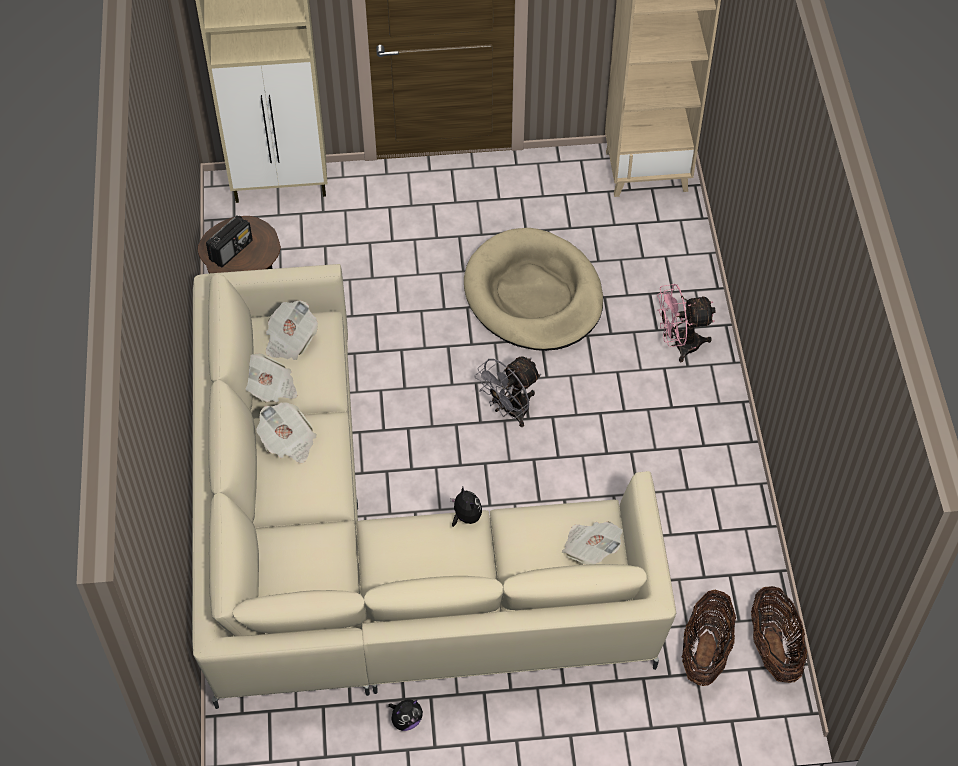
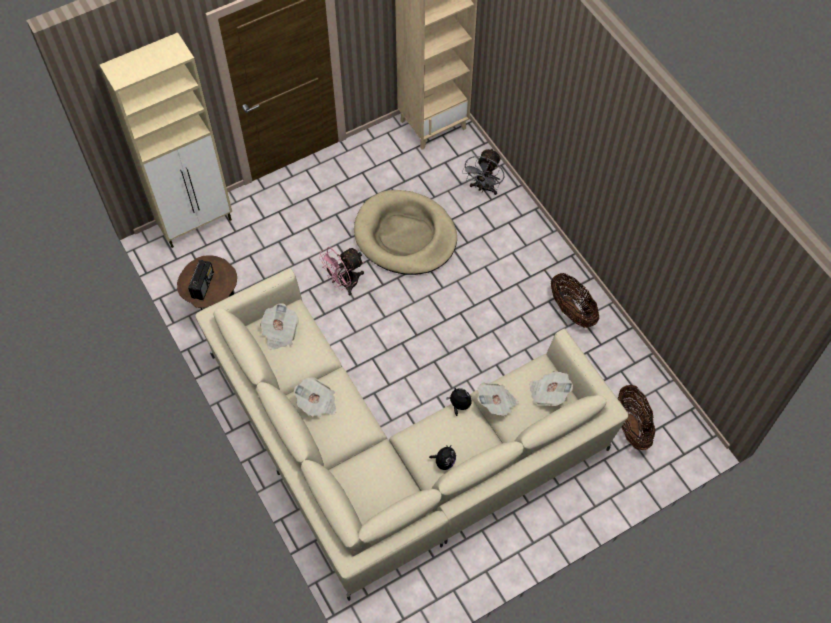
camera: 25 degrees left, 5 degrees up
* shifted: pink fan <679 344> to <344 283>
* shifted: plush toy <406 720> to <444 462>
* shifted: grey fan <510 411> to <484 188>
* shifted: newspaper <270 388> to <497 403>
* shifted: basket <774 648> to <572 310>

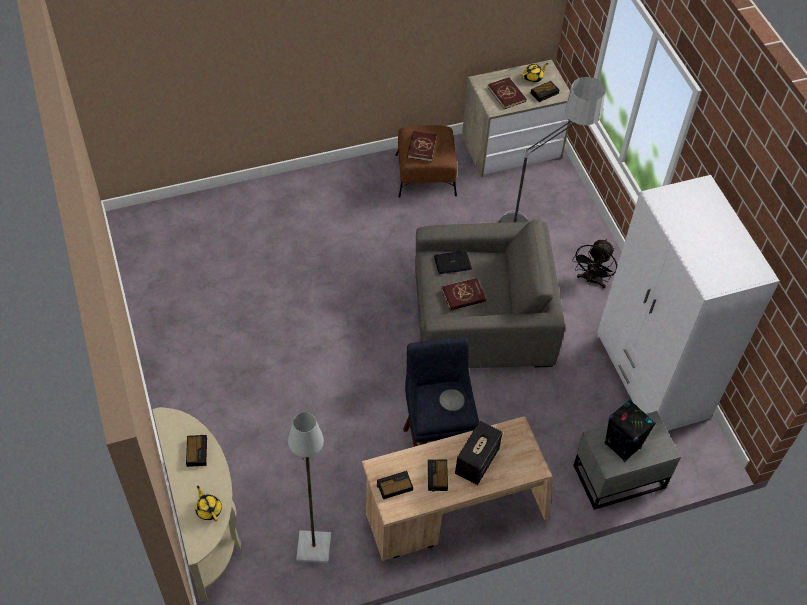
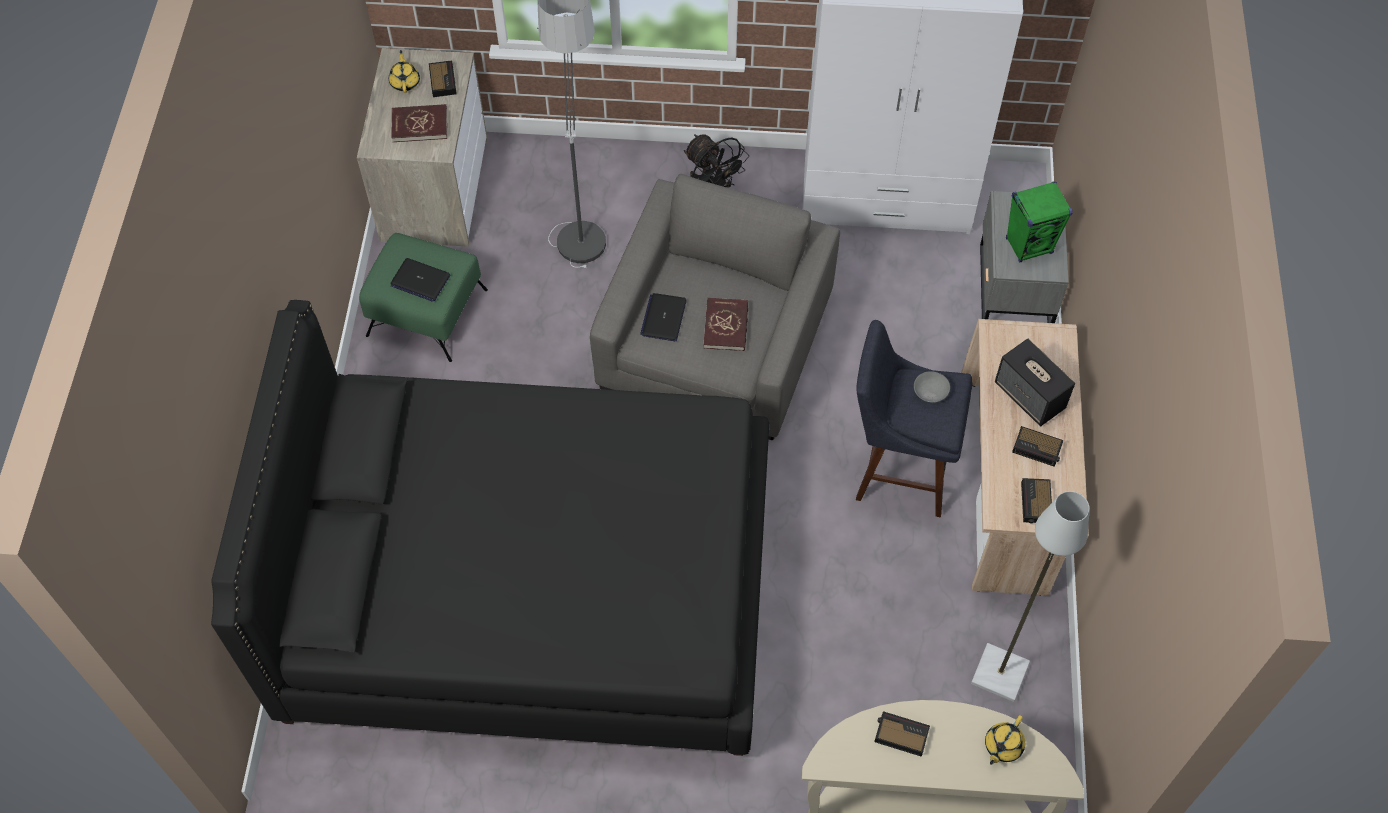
camera: 65 degrees left, 5 degrees up
* new: black bed <531 589>
* repainted: brown ottoman <425 175> to green ottoman <427 313>
* swapped: red book <421 147> to laptop <420 280>
* rotated: yellow teapot <208 509> = <1002 746> 45 degrees counterclockwise
* repainted: black speaker <622 446> to green speaker <1029 245>

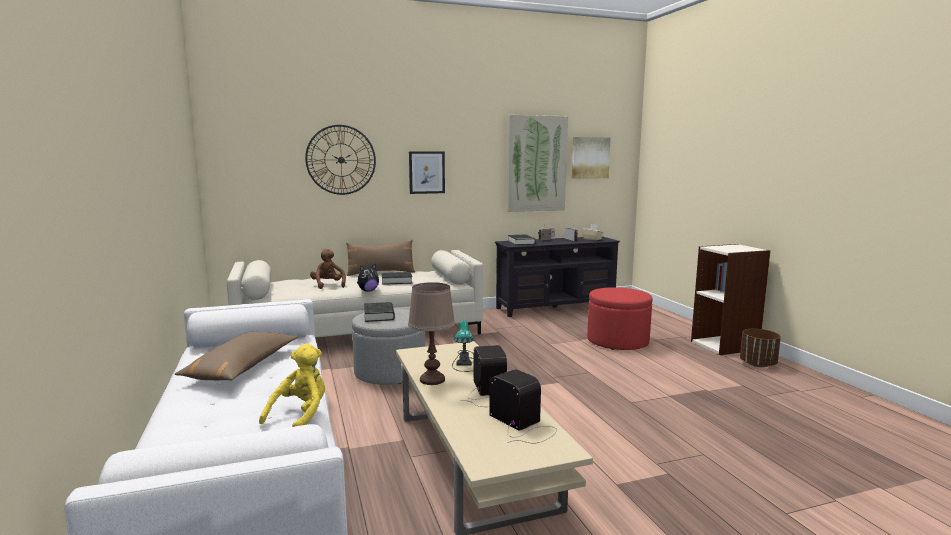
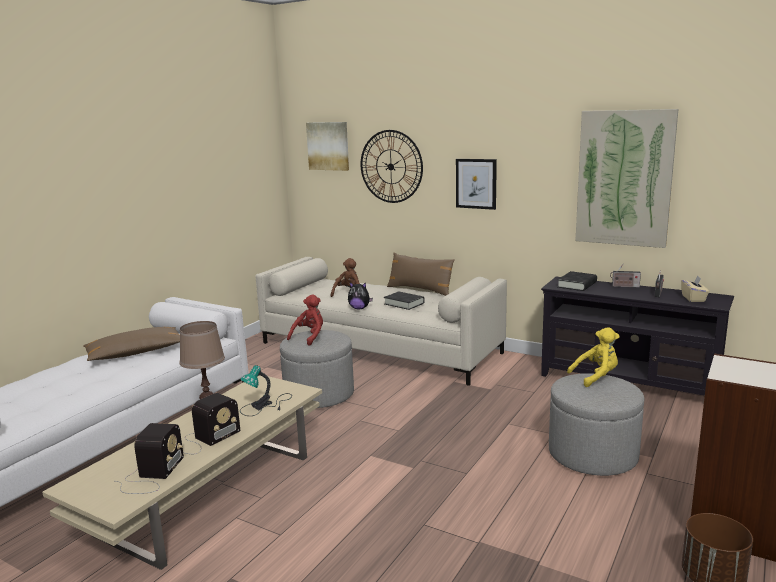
camera: 50 degrees right, 5 degrees up
* swapped: black book <379 315> to red plush toy <309 337>
* shifted: picture <590 157> to <328 146>
* repainted: red ottoman <617 341> to grey ottoman <592 454>
* shifted: yellow plush toy <300 416> to <596 377>

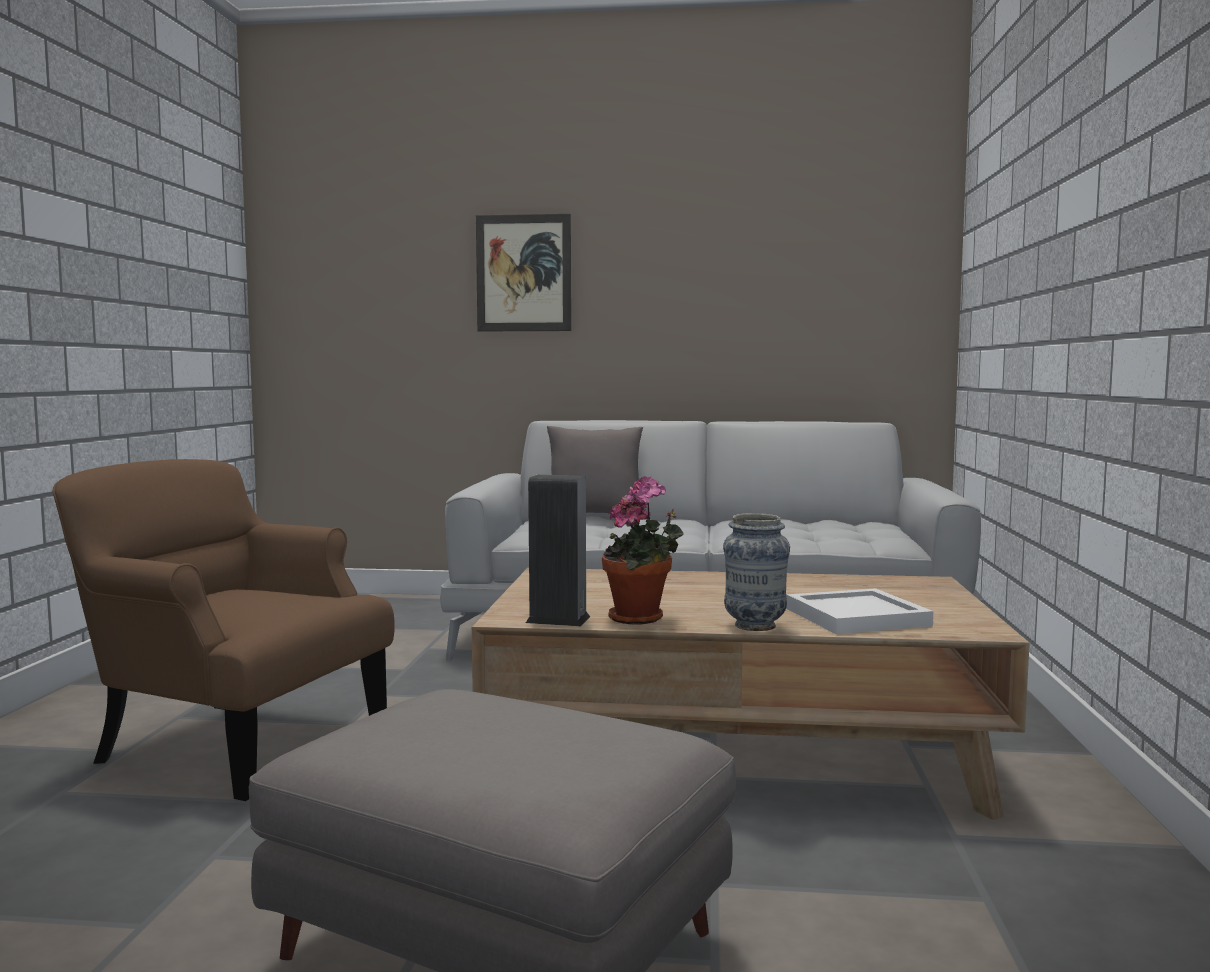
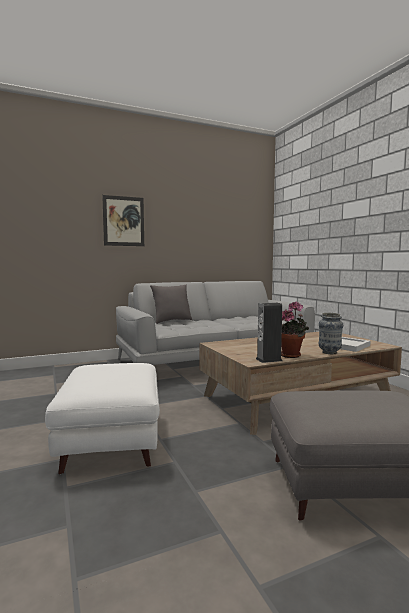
camera: 30 degrees left, 0 degrees up
* swapped: brown armchair <235 741> to white ottoman <110 440>

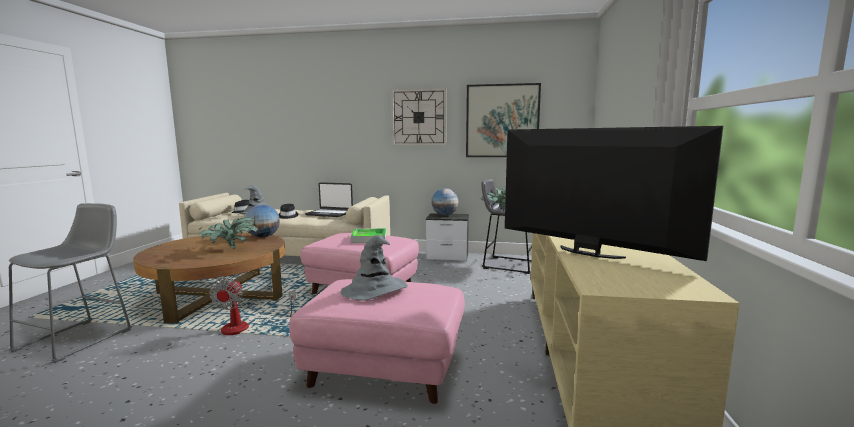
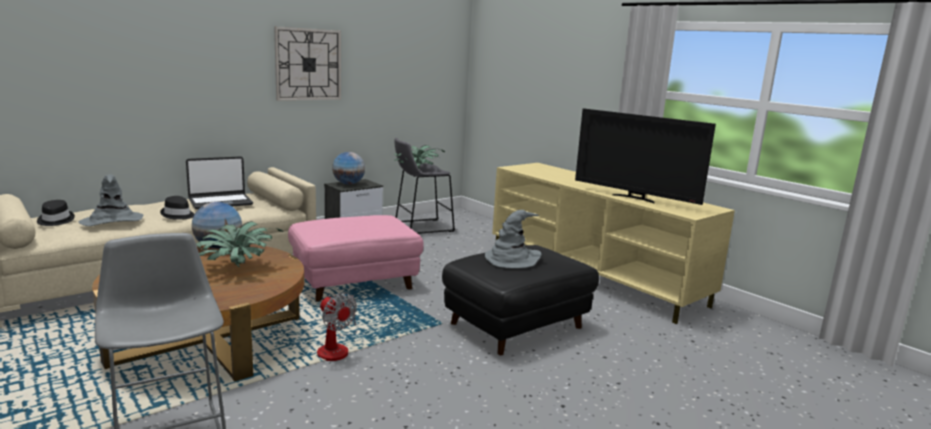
camera: 50 degrees left, 5 degrees up
* repainted: pink ottoman <383 369> to black ottoman <516 326>
* rotated: television <588 253> = <635 198> 135 degrees counterclockwise
* gone: tray <369 238>
* gone: picture <502 121>

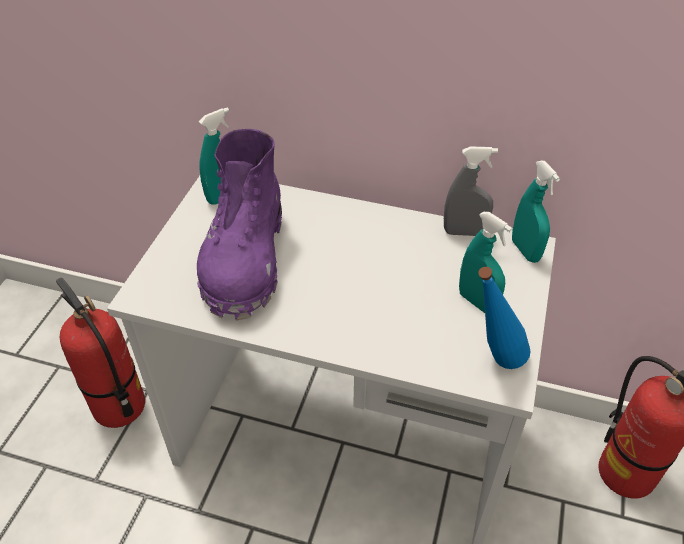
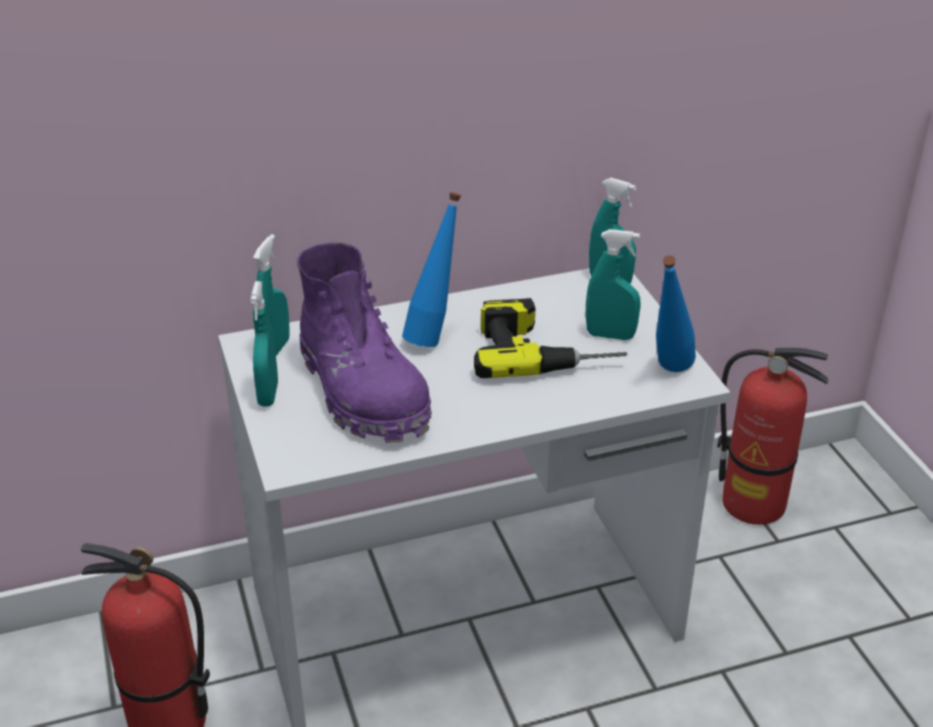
camera: 35 degrees left, 10 degrees down
* new: turquoise spray bottle <268 394>
* new: blue bottle <434 335>
* new: power drill <544 348>
* gone: grey spray bottle <464 232>

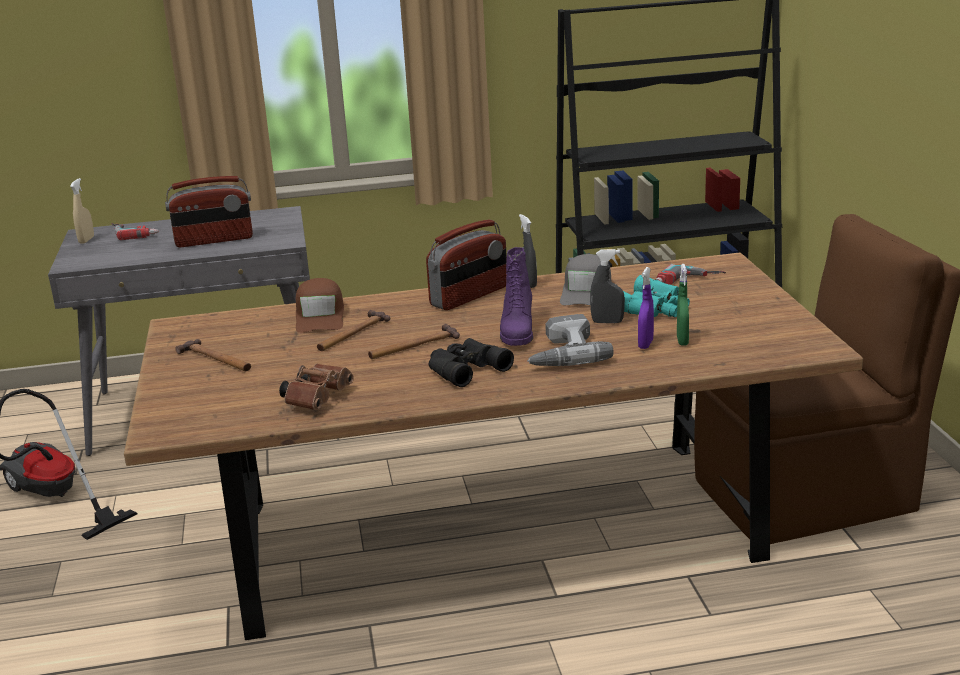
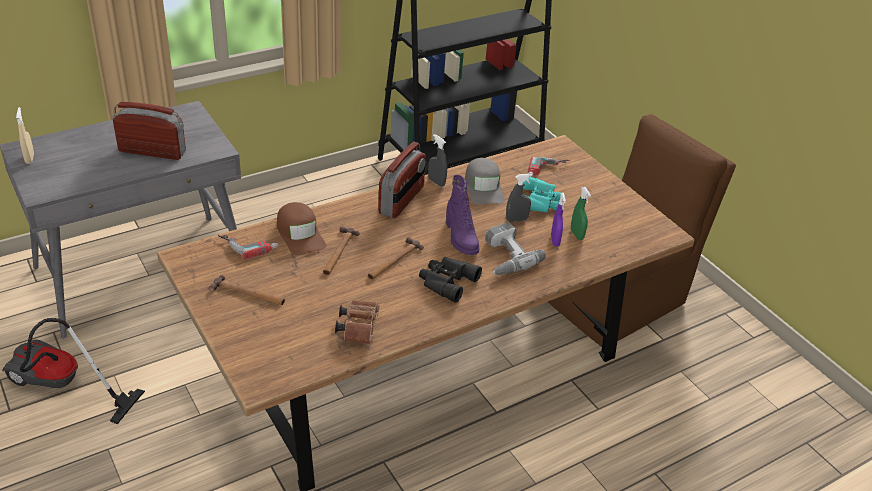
camera: 25 degrees left, 15 degrees up
* rotated: radio <214 240> = <152 151> 135 degrees counterclockwise
* shifted: power drill <135 232> to <249 244>

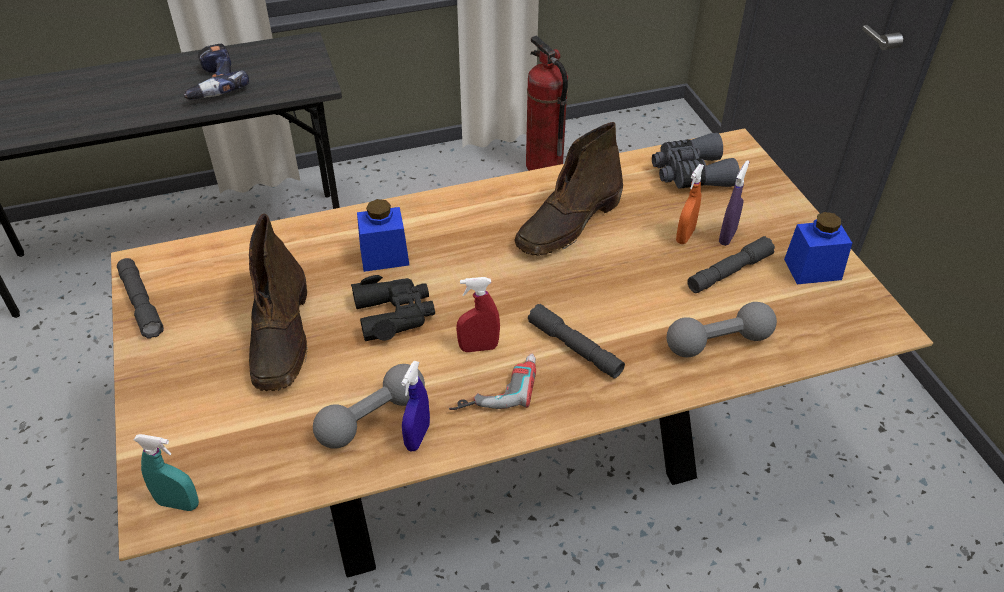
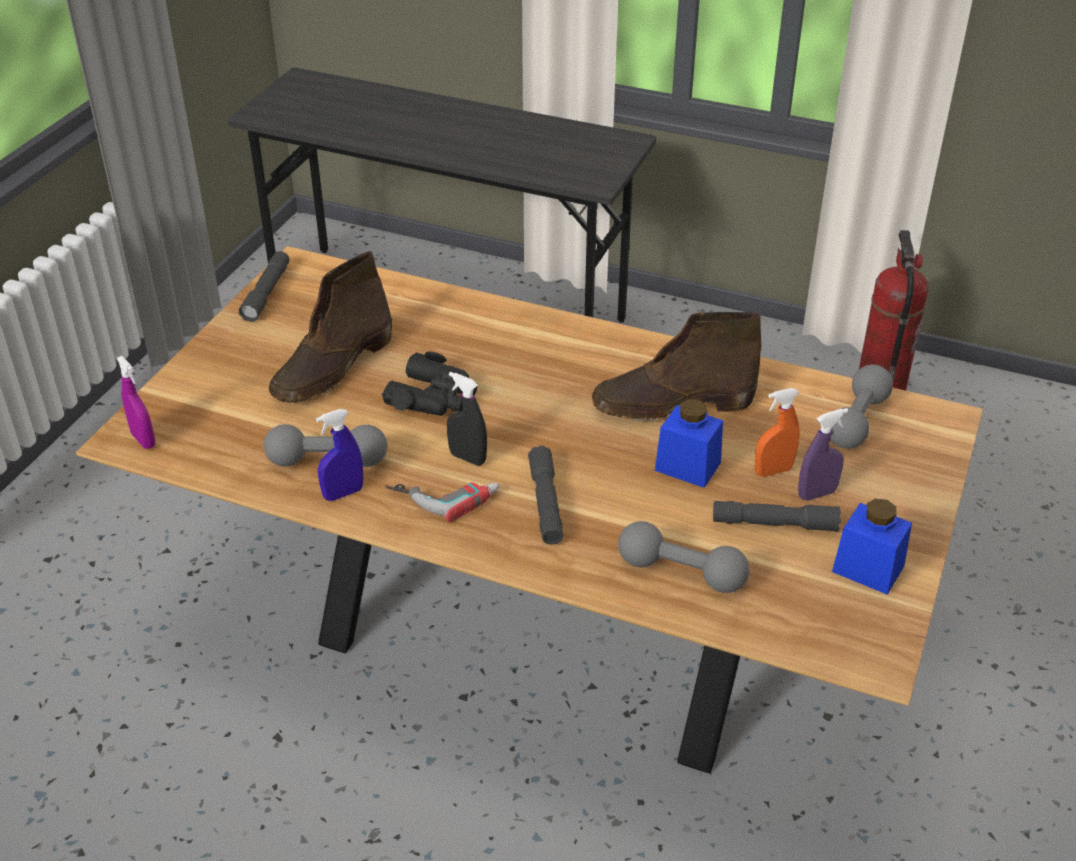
camera: 40 degrees right, 5 degrees down
* repainted: turquoise spray bottle <178 503> to purple spray bottle <143 440>
* repainted: red spray bottle <478 347> to black spray bottle <467 458>
* shifted: blue jar <384 256> to <687 466>
* swapped: grey binoculars <691 174> to grey dumbbell <857 421>
* gone: power drill <213 84>

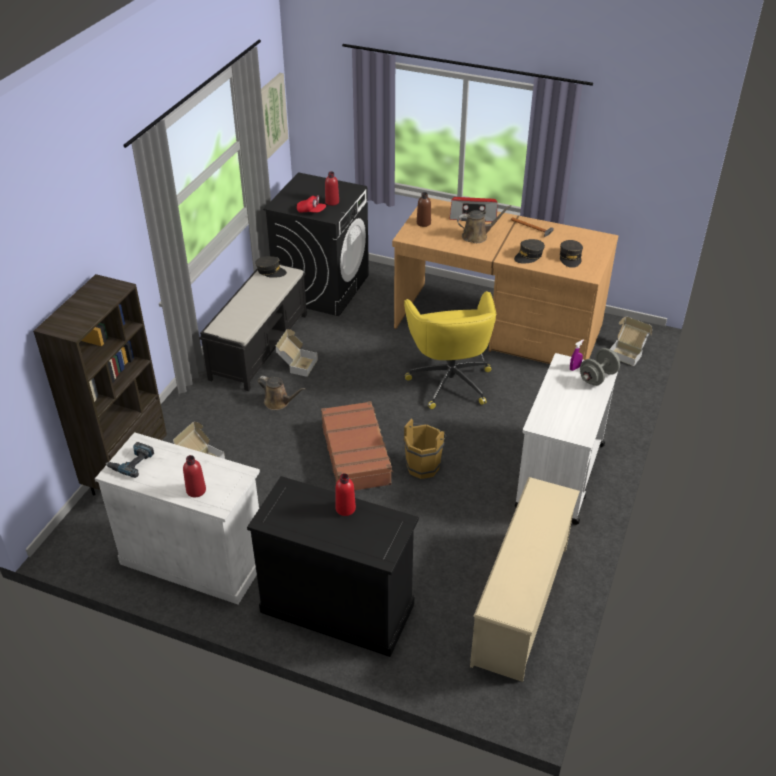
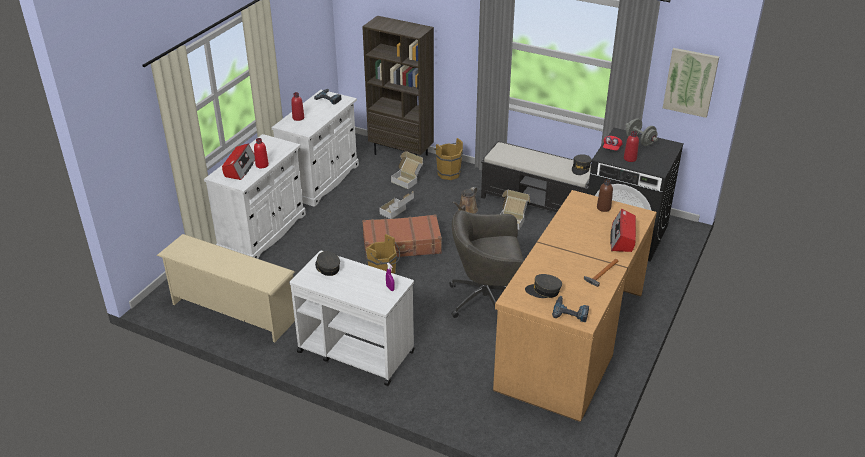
camera: 95 degrees right, 5 degrees down
* repainted: black cabinet <337 607> to white cabinet <263 232>
* new: radio <239 168>
* shifted: grey cap <529 256> to <327 267>
* shifted: cardboard box <627 352> to <397 214>
* new: brown bucket <447 173>
* repainted: yellow office chair <450 380> to grey office chair <488 300>
* new: power drill <570 312>
* shifted: grey dumbbell <598 377> to <640 141>
* gone: brown watering can <477 236>

